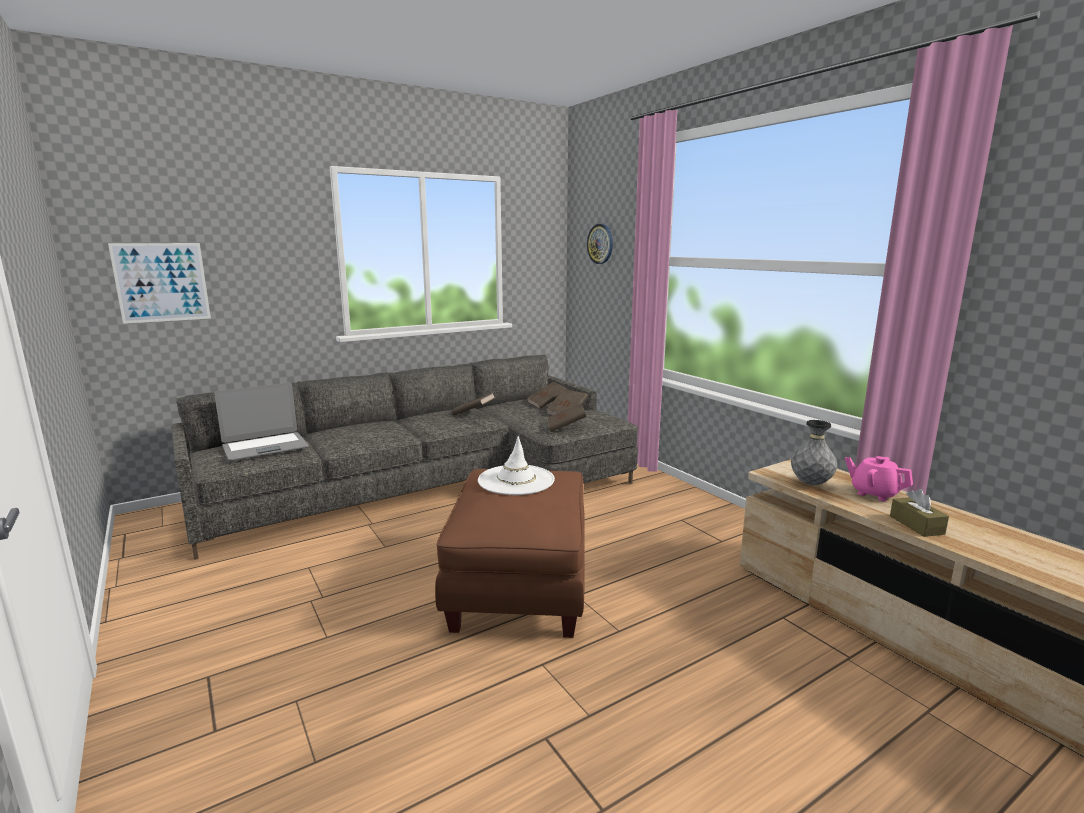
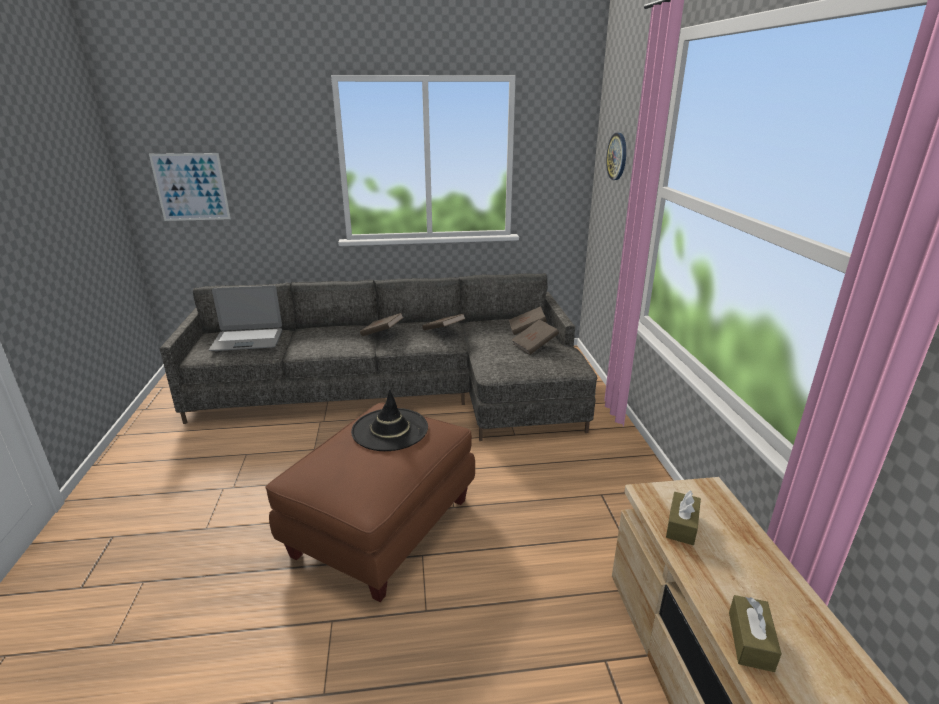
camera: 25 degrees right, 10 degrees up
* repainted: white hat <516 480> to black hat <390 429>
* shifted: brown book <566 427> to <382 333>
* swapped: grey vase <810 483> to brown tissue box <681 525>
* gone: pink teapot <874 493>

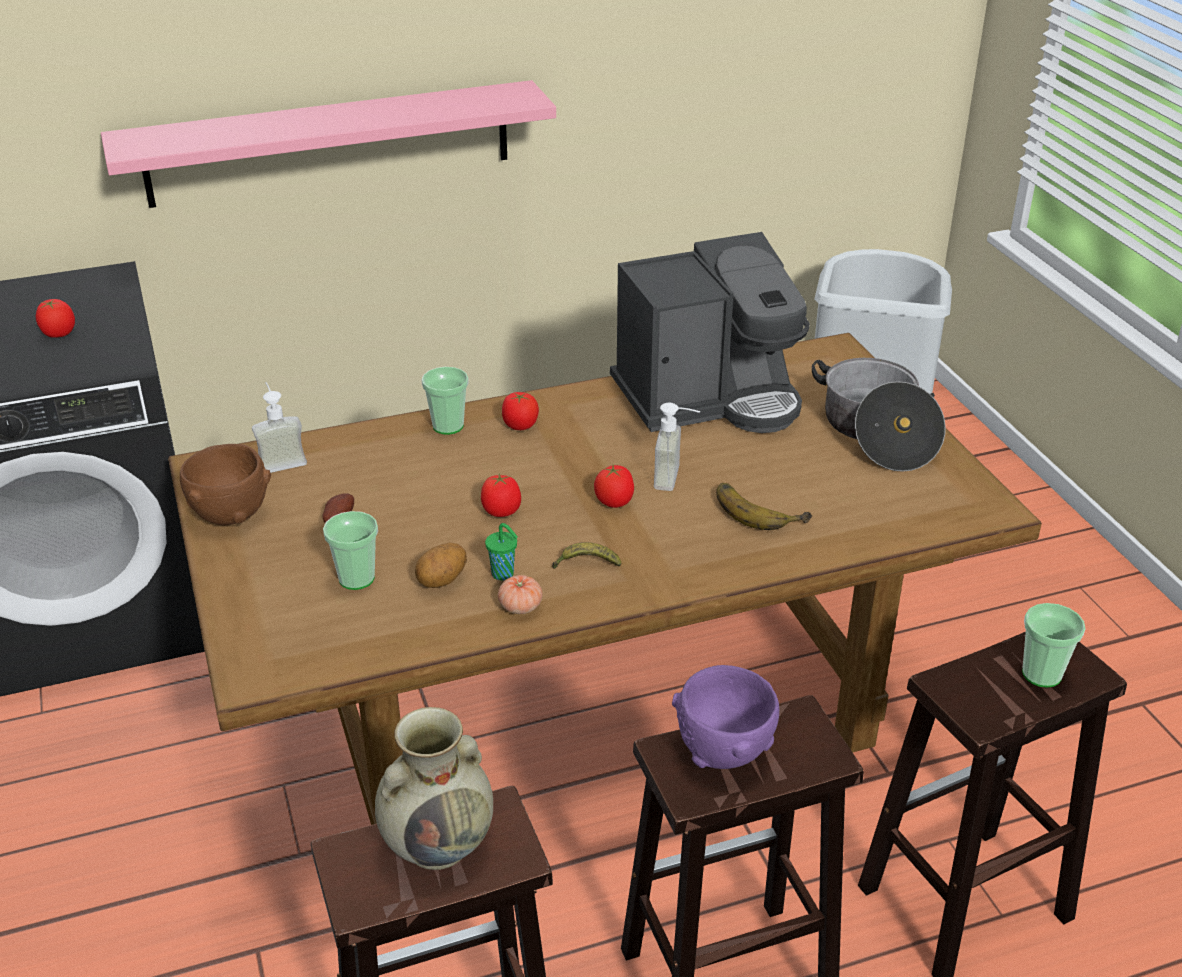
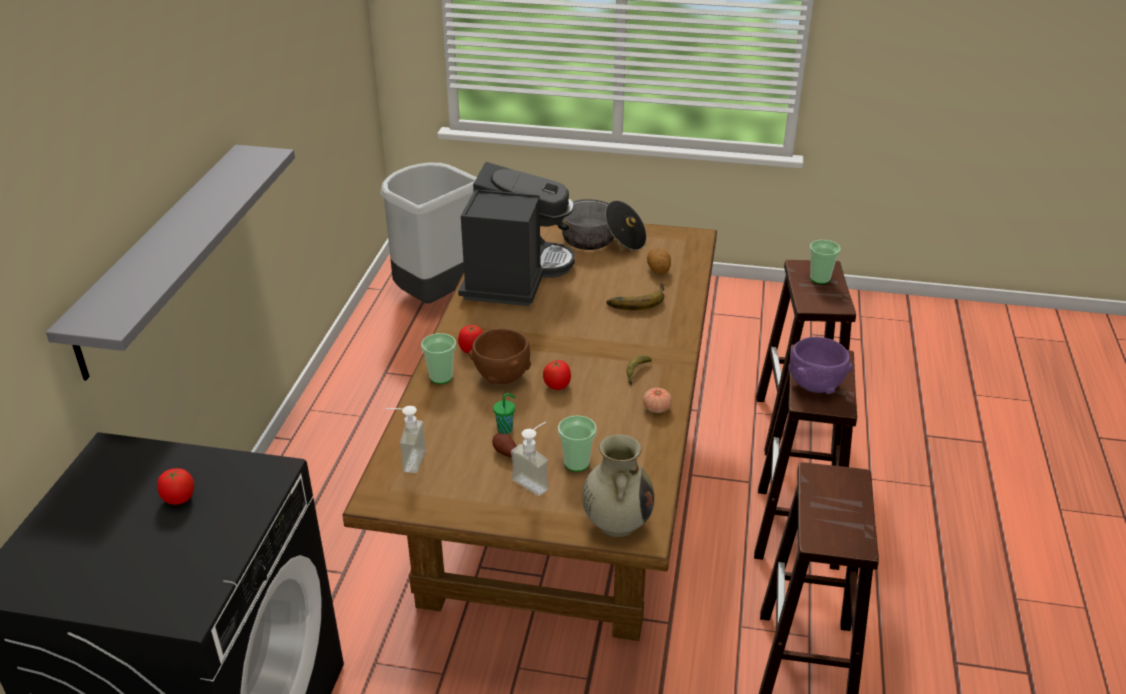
camera: 60 degrees left, 0 degrees up
* repainted: pink shelf <329 143> to grey shelf <161 256>
* shifted: brown bowl <230 514> to <502 376>
* shifted: green cup <504 574> to <506 429>
* shifted: soap dispenser <676 478> to <535 480>
* shifted: beige vase <439 844> to <617 522>
* shifted: potato <442 581> to <658 270>
* gone: tomato <614 502>

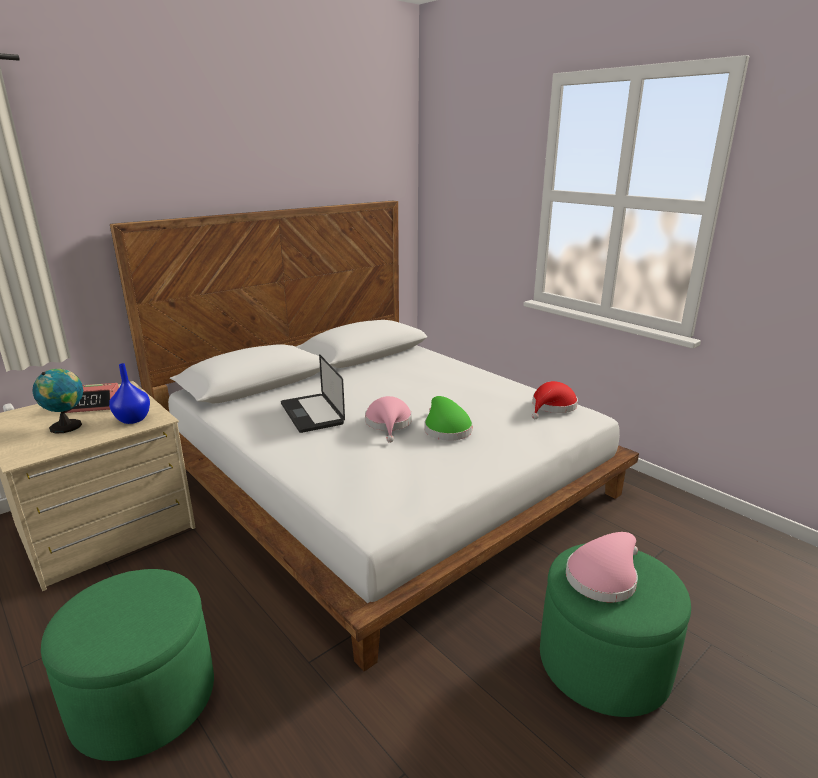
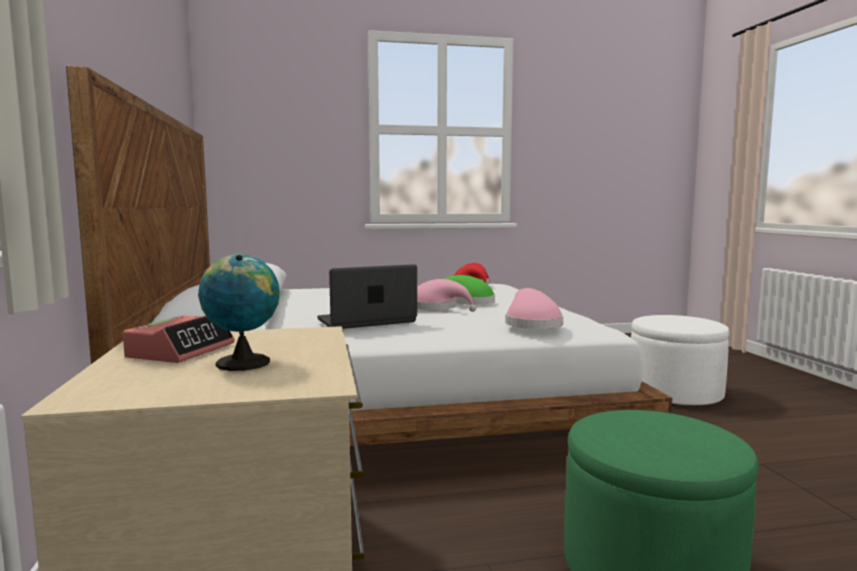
camera: 60 degrees left, 15 degrees down
* rotated: laptop <312 414> = <366 321> 150 degrees clockwise
* shifted: pink hat <603 577> to <531 324>
* repainted: green ottoman <603 663> to white ottoman <675 393>
* gone: blue vase <133 419>

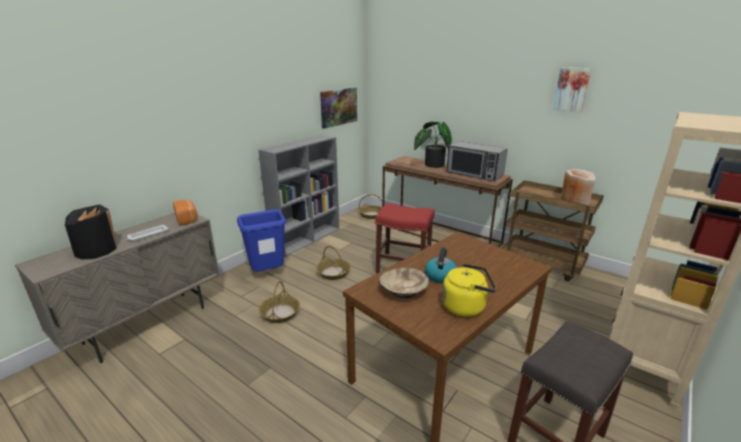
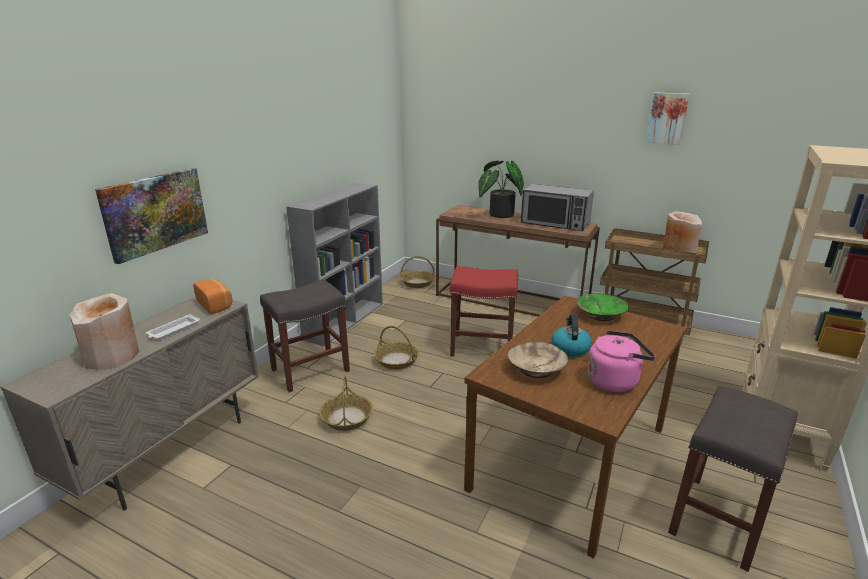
camera: 10 degrees left, 0 degrees up
* repainted: black vase <97 250> to beige vase <112 356>
* shifted: picture <338 107> to <155 213>
* swapped: blue trash can <268 274> to grey stool <311 370>
* new: green bowl <600 315>
* repainted: yellow kettle <466 306> to pink kettle <615 380>

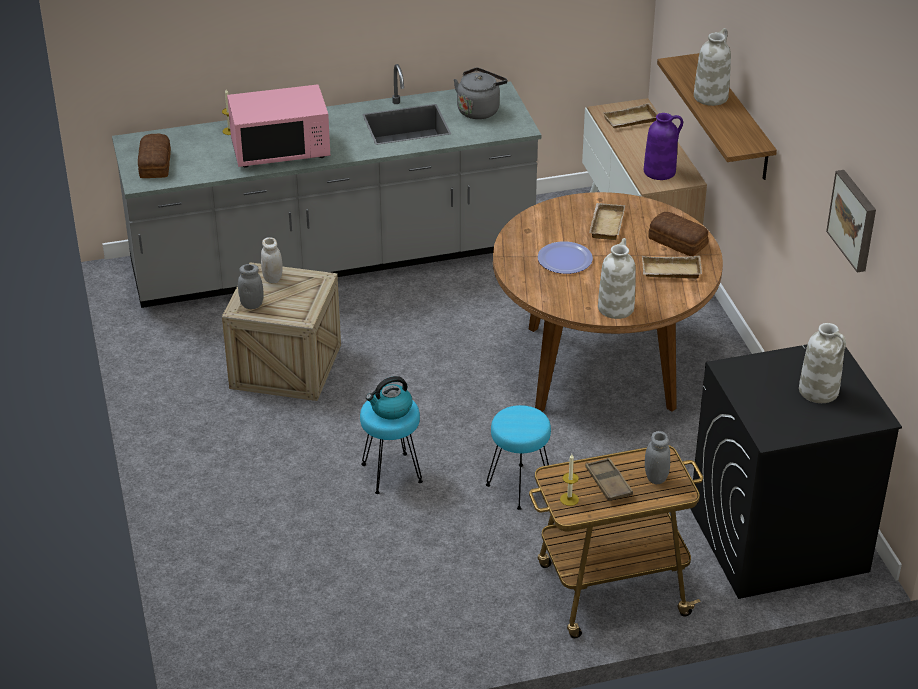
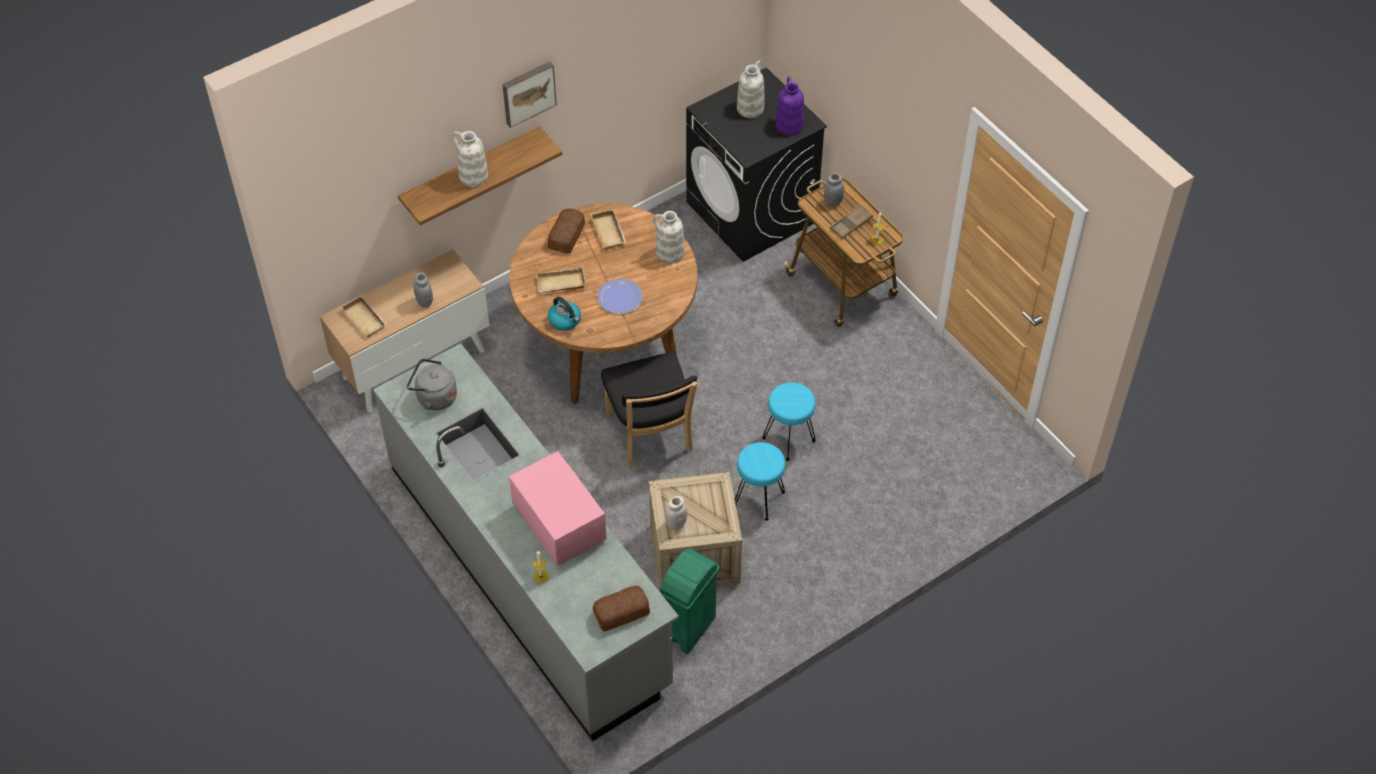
camera: 110 degrees left, 15 degrees up
* shifted: grey jar <252 305> to <425 302>
* shifted: picture <854 220> to <528 92>
* shifted: kettle <390 409> to <565 320>
* new: black chair <650 435>
* new: green trash can <688 629>
* shifted: turquoise stool <518 487> to <759 499>
* shifted: purple vase <660 171> to <789 126>

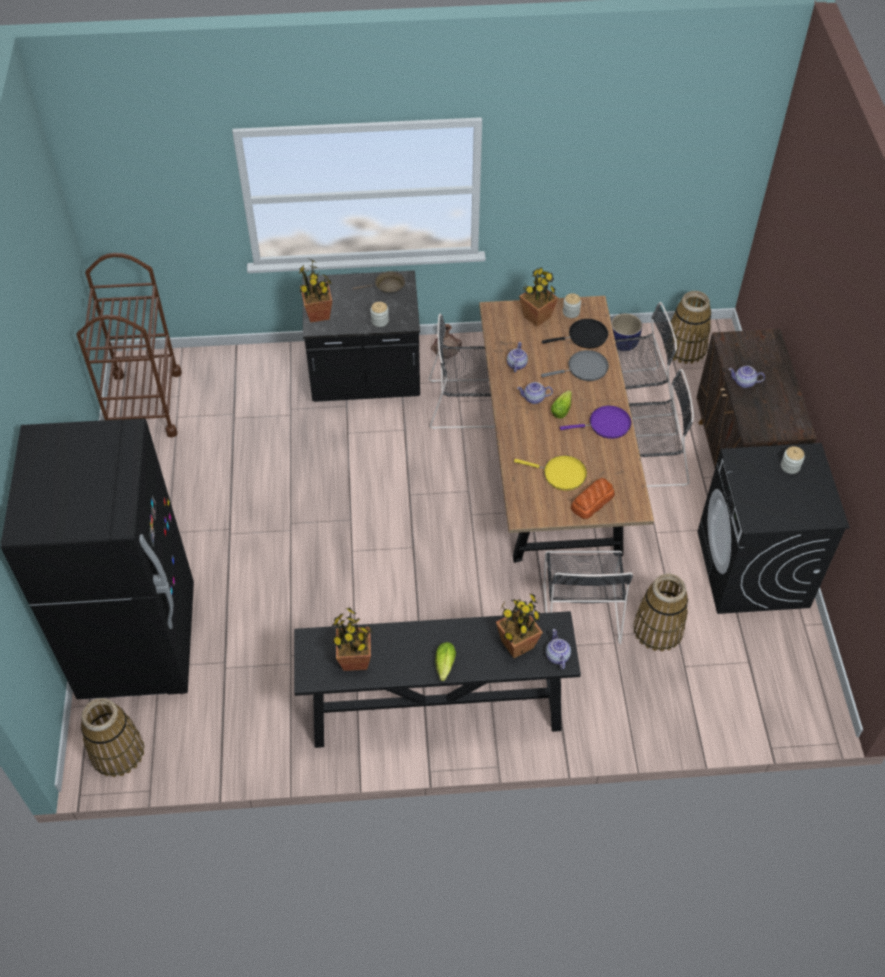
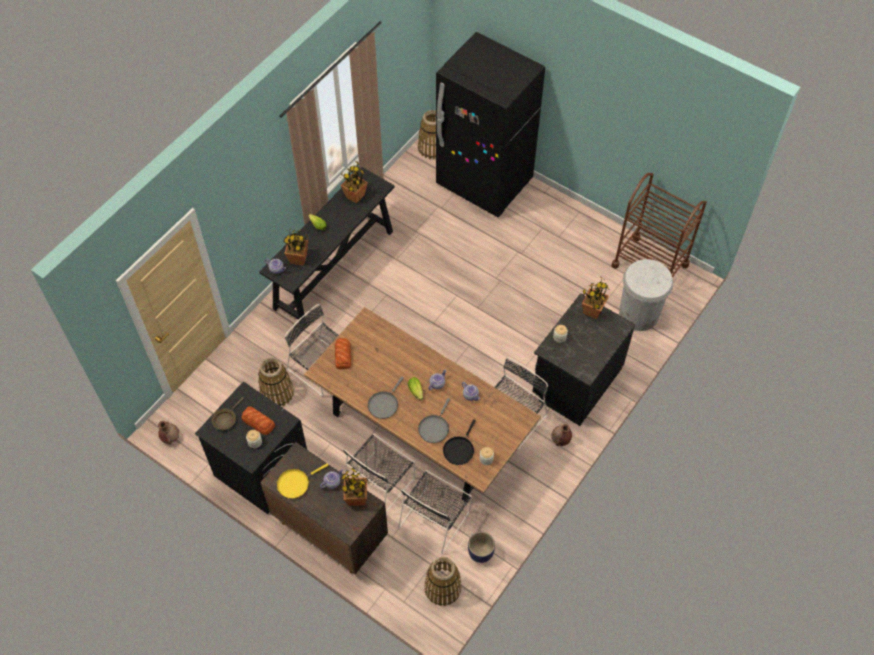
camera: 130 degrees right, 5 degrees up
* new: brown vase <170 437>
* shifted: brown frying pan <387 287> to <225 419>
* new: bread <258 422>
* shifted: yellow frying pan <561 474> to <295 483>
* shifted: potted plant <536 317> to <357 498>
* repainted: purple frying pan <606 425> to grey frying pan <384 404>
* new: white trash can <638 314>

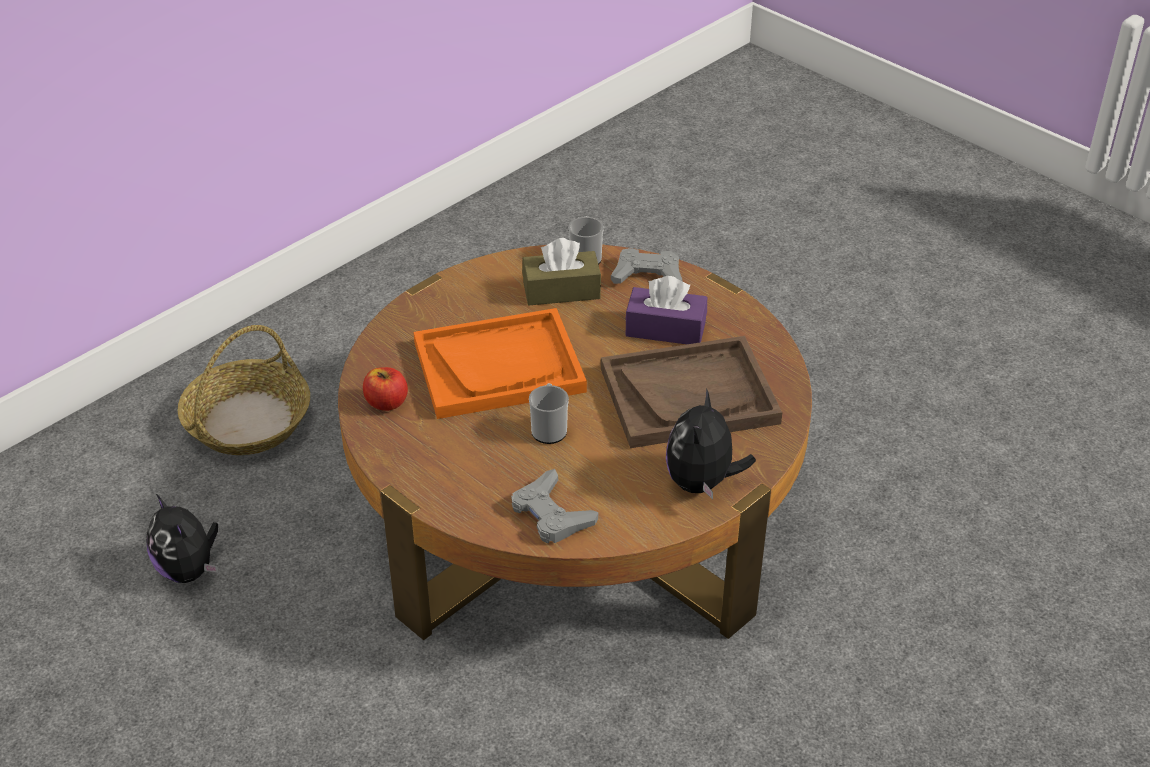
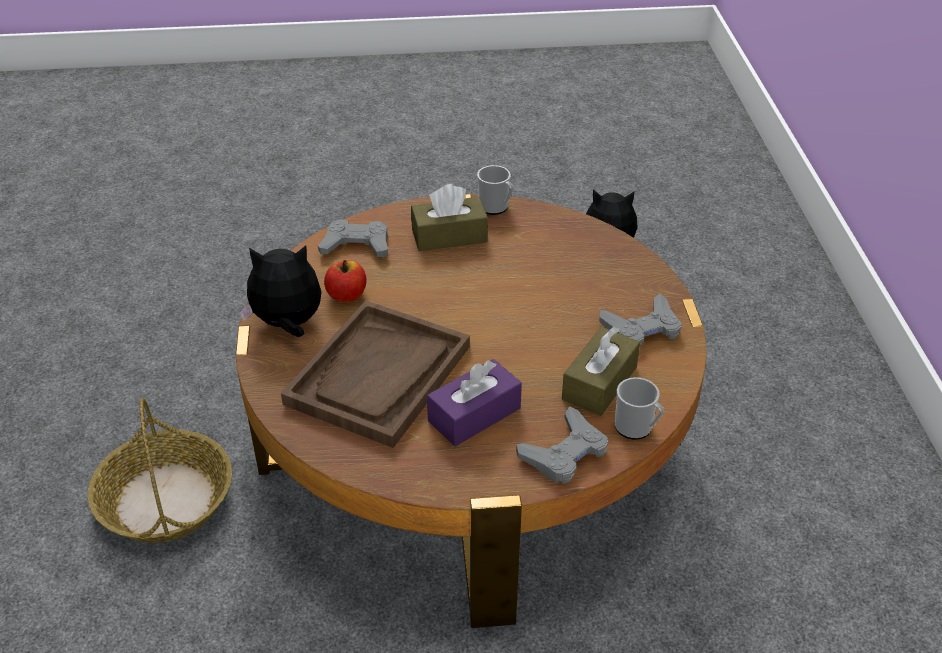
camera: 130 degrees right, 0 degrees up
* shifted: basket <248 421> to <166 500>
* rotated: plush toy <702 483> = <287 324> 60 degrees counterclockwise
* shifted: apple <386 403> to <347 295>
* new: brown tissue box <449 236>
* shifted: mug <549 429> to <496 207>
* new: grey game controller <642 329>
* gone: orange tray <499 367>

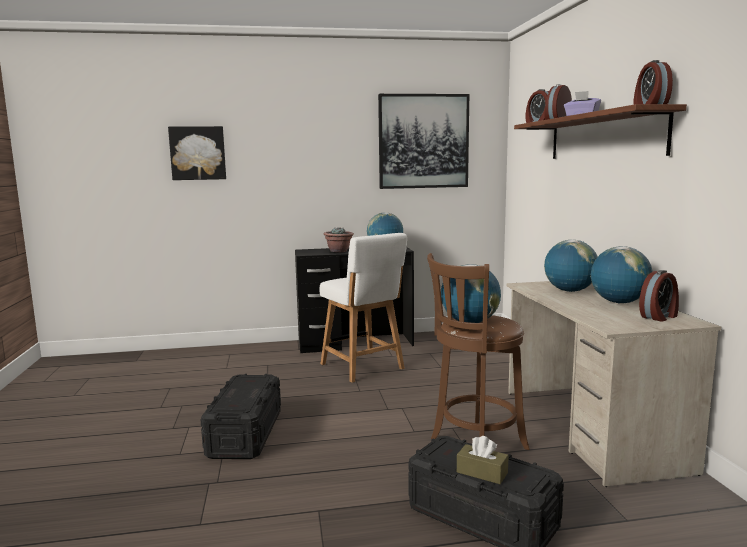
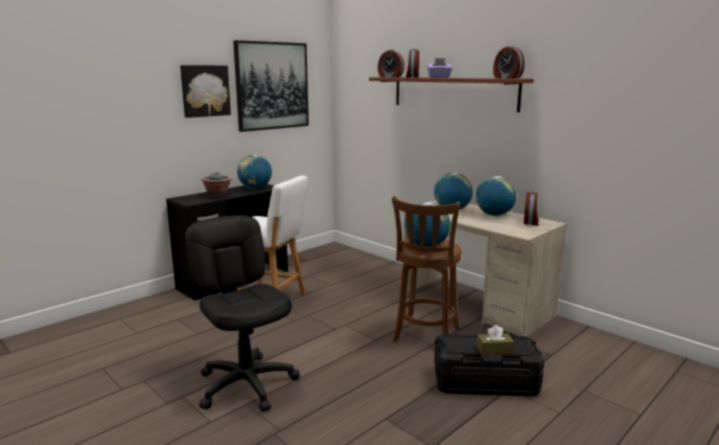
camera: 35 degrees left, 5 degrees up
* shifted: picture <198 153> to <205 91>
* swapped: black storage box <245 433> to black office chair <247 384>

